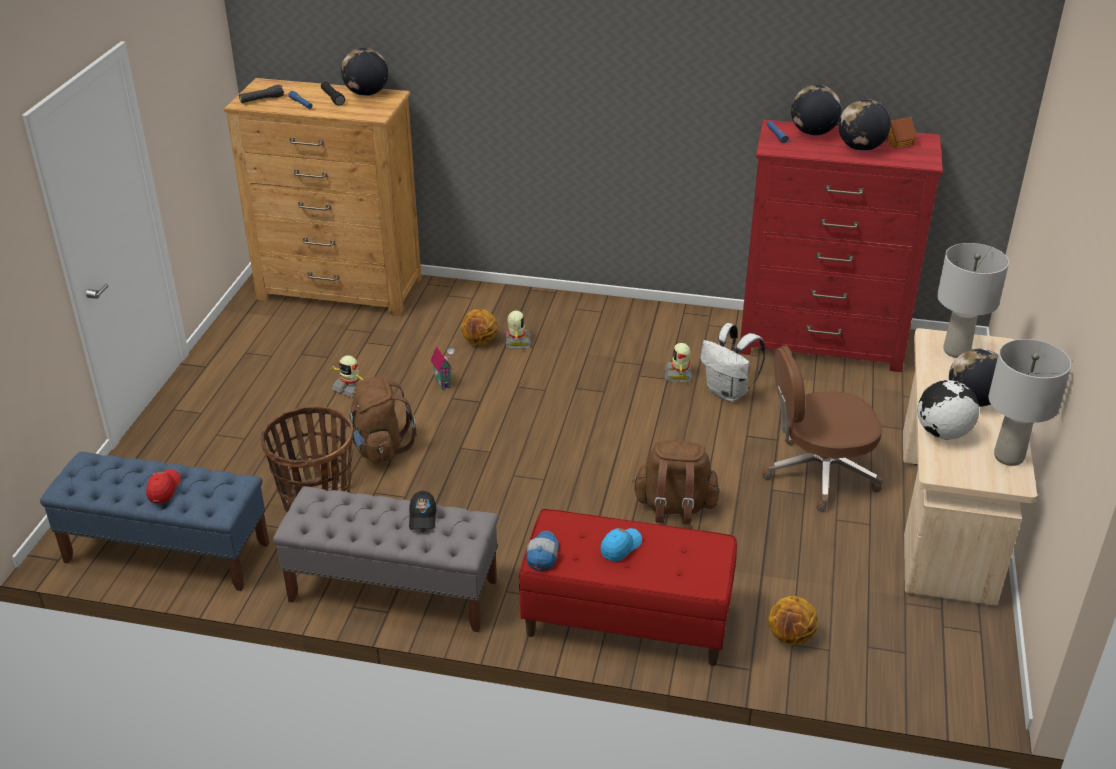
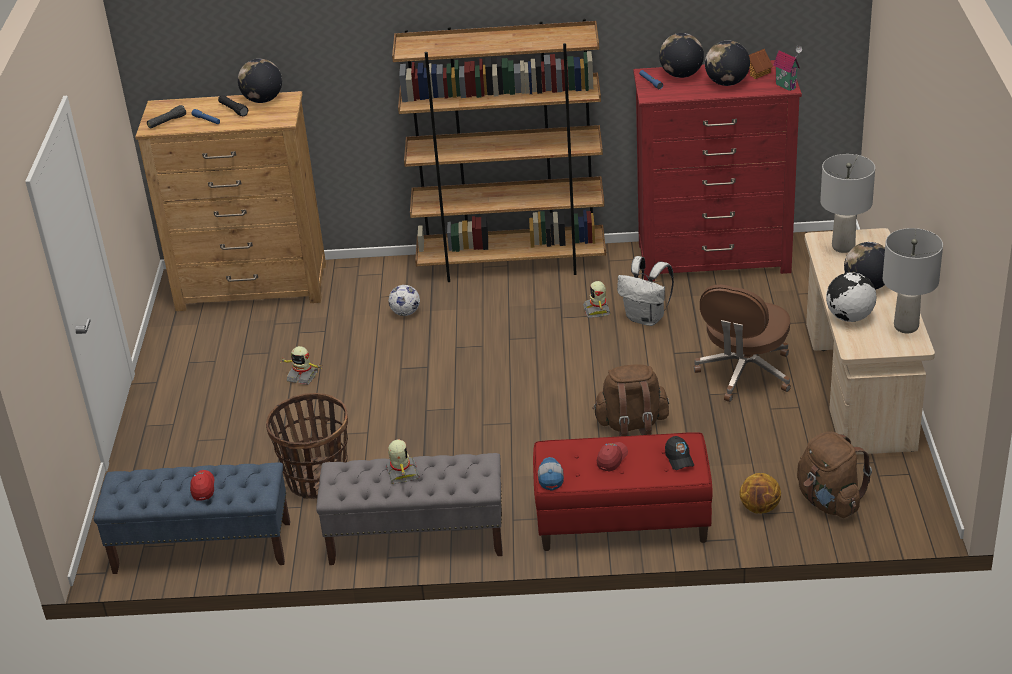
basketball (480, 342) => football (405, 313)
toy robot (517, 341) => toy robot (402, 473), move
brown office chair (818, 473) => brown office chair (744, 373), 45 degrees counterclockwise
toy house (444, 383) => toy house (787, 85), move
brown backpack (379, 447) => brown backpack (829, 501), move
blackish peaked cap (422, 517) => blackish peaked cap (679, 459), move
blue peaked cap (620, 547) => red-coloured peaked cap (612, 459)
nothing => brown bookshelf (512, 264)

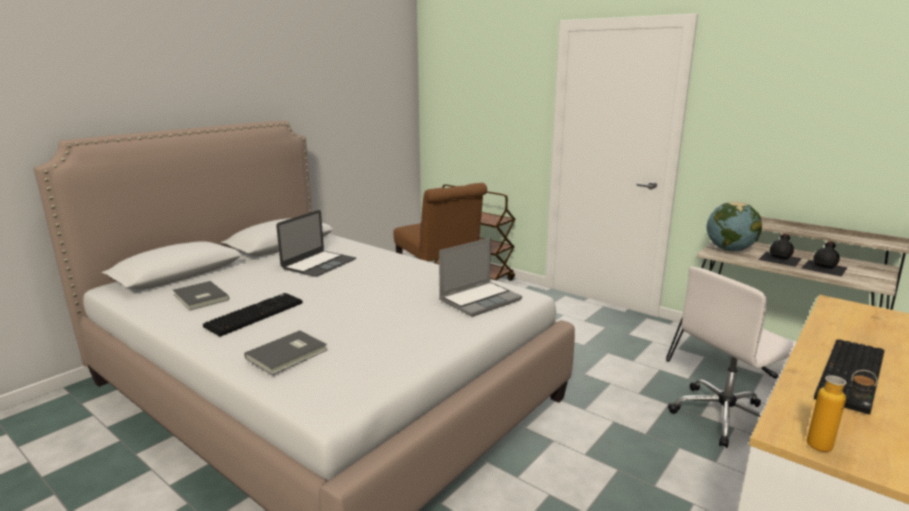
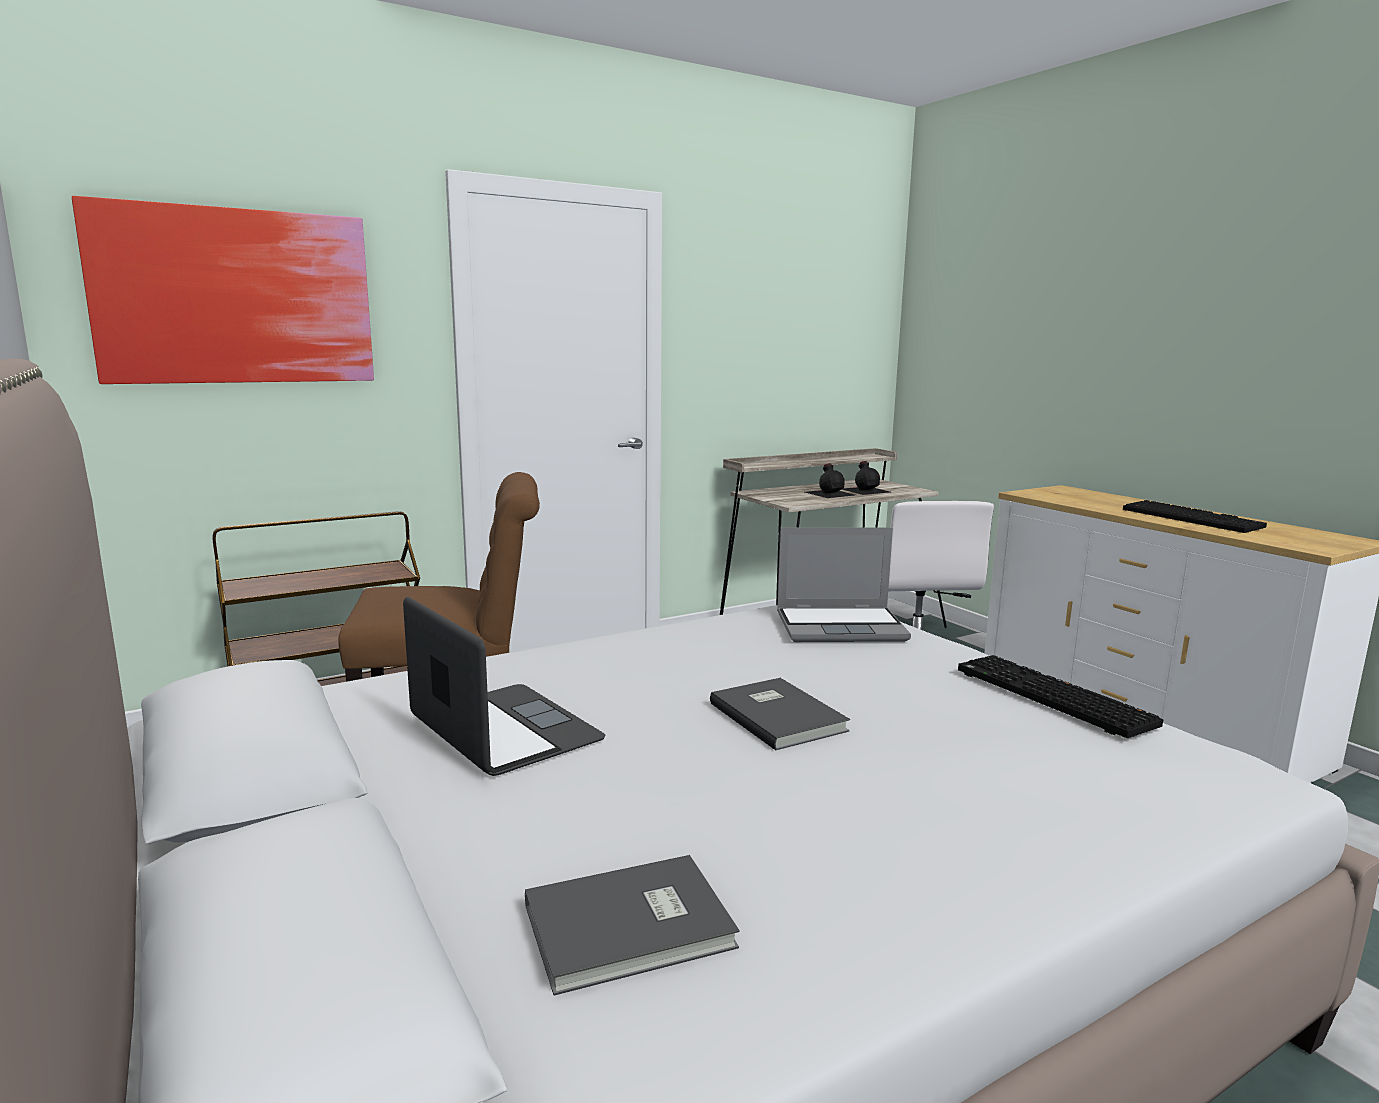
globe (729, 249) => nothing
notebook computer (480, 300) => notebook computer (841, 627), 105 degrees clockwise
computer keyboard (255, 314) => computer keyboard (1048, 697), move
grey volume (289, 354) => grey volume (779, 715), move
bottle (830, 449) => nothing
nothing => wall picture (236, 297)

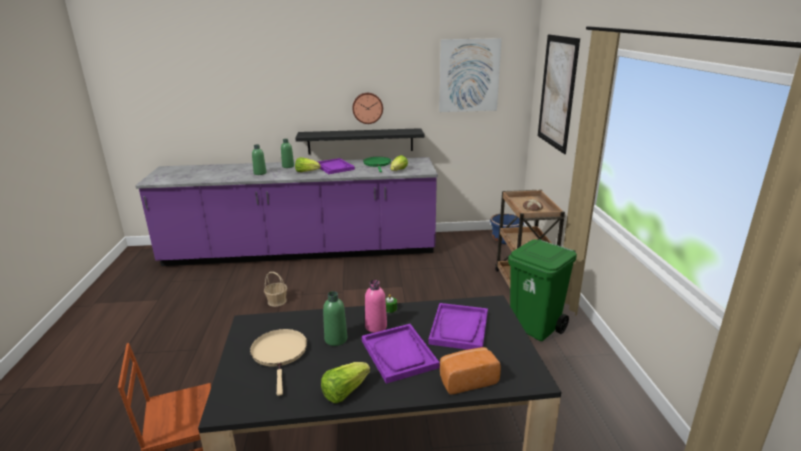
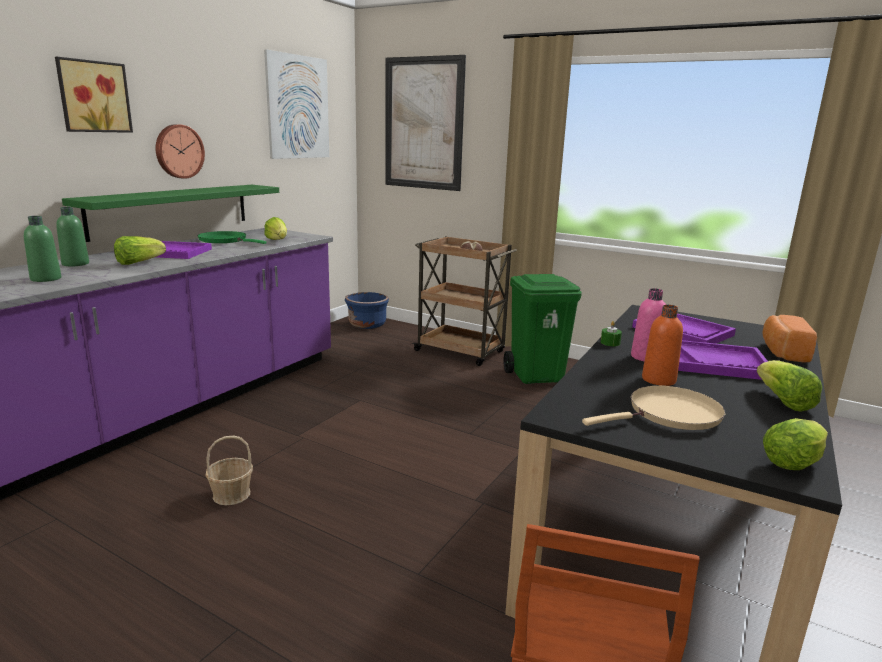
blackish bracket shelf (360, 141) => green bracket shelf (172, 210)
green bottle (336, 339) => orangey bottle (658, 380)
beige skillet (280, 353) => beige skillet (669, 414), 135 degrees clockwise
nothing => wall picture (93, 96)
nothing => head of lettuce (794, 462)

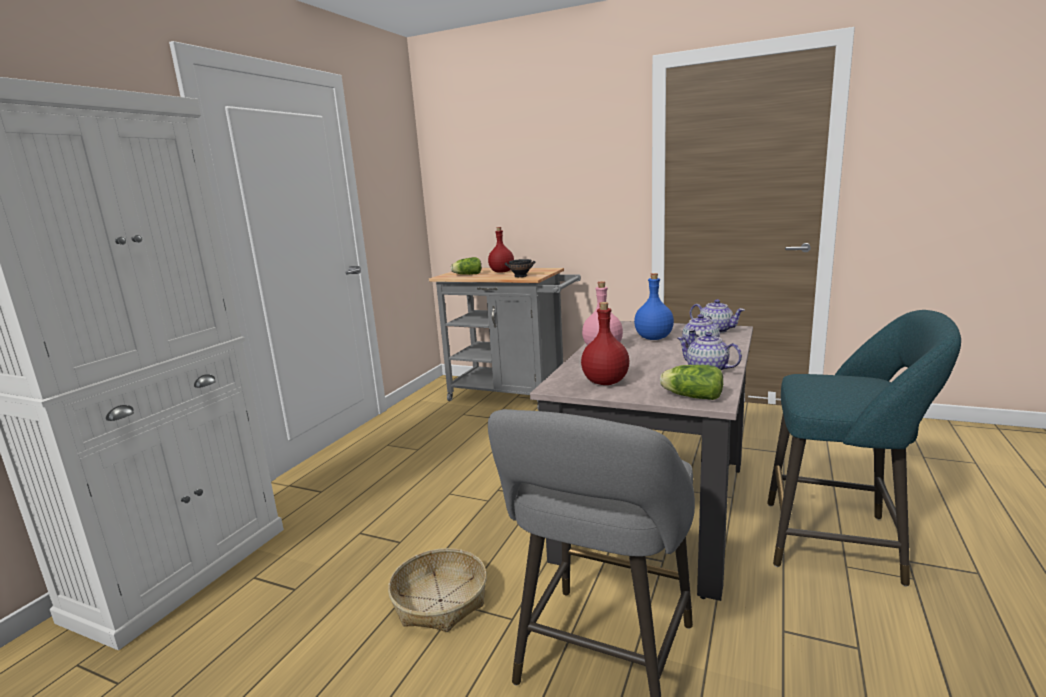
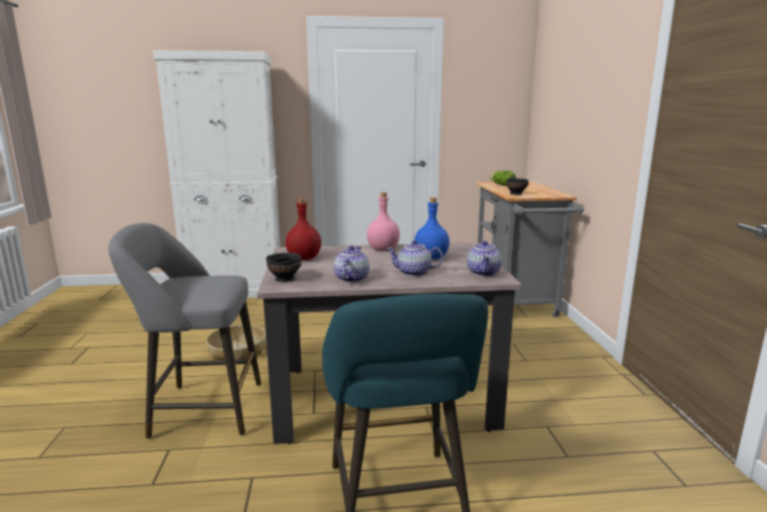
red-coloured bottle (502, 272) => nothing
head of lettuce (690, 396) => blackish serving bowl (284, 279)

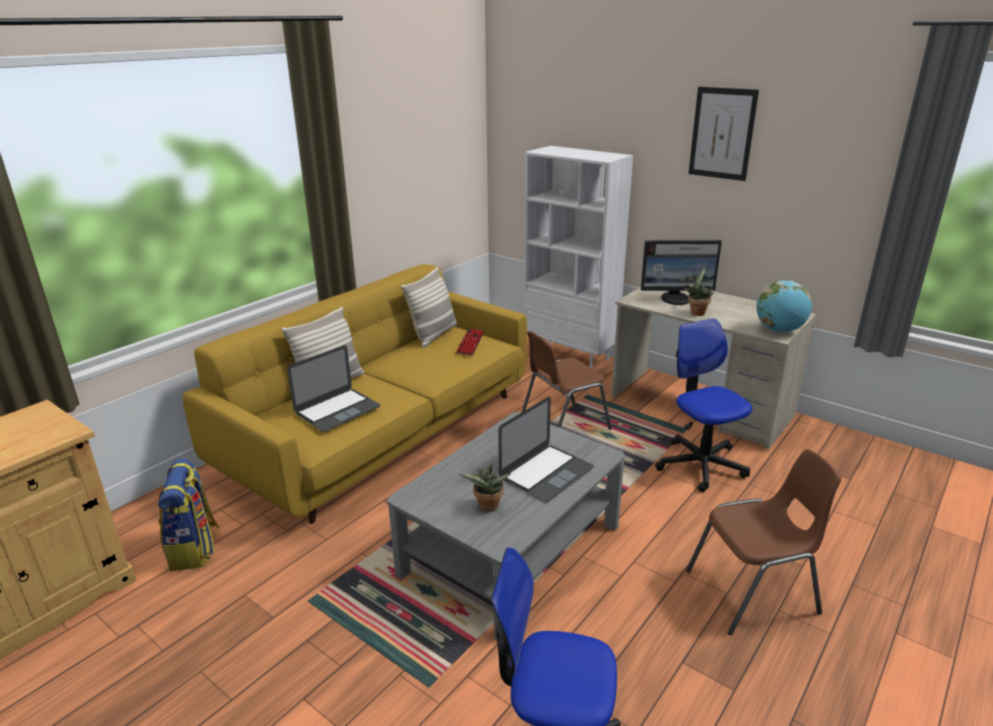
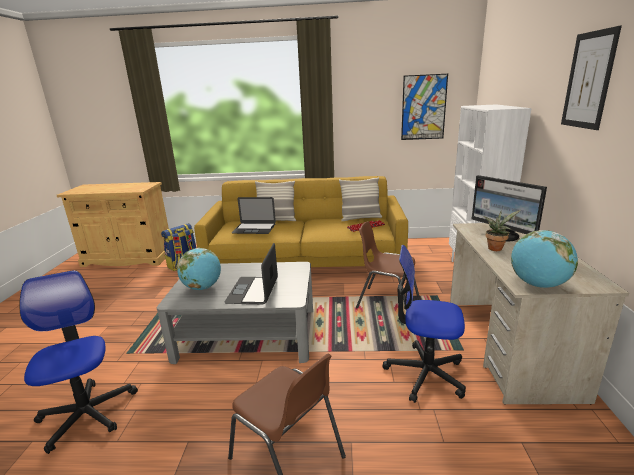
office chair (701, 464) => office chair (425, 373), 105 degrees counterclockwise
notebook computer (546, 472) => notebook computer (253, 290), 90 degrees clockwise
plant in a pot (487, 508) => globe (202, 287)
nothing => wall picture (423, 107)

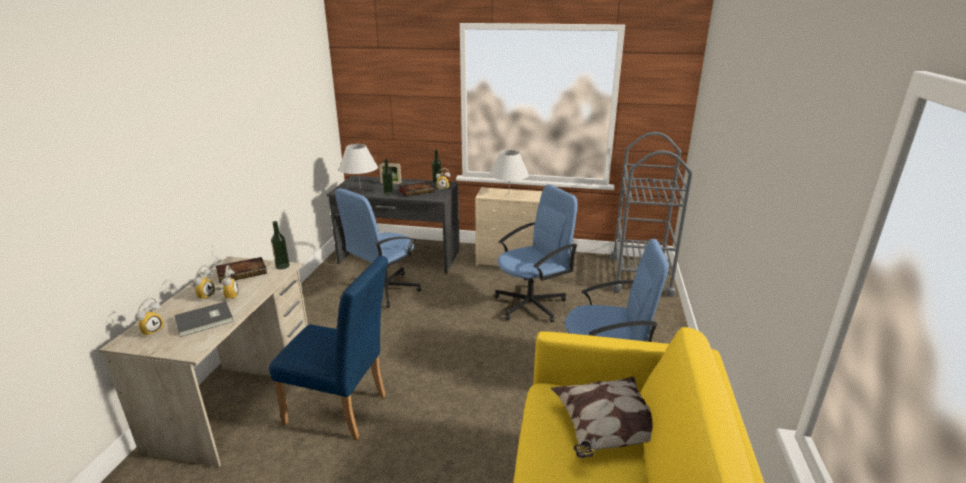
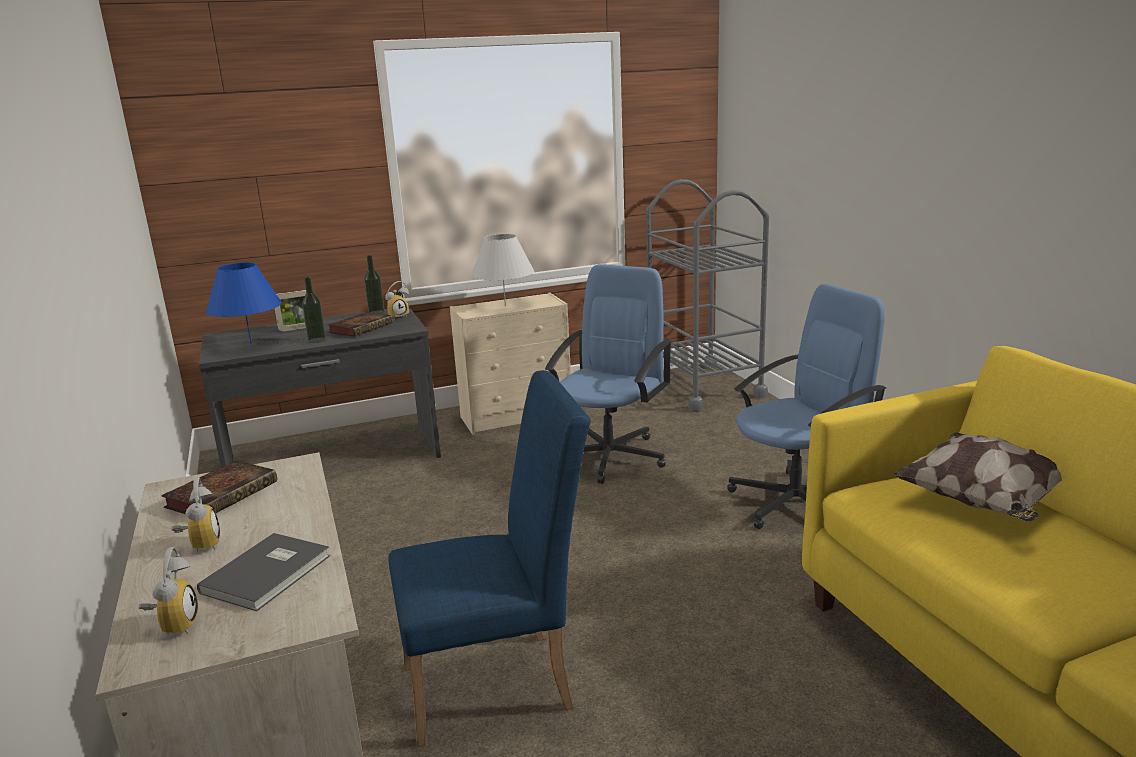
white-coloured tabletop lamp (360, 188) => blue tabletop lamp (251, 344)
blue office chair (384, 290) => nothing
bottle (282, 266) => nothing
bedside clock (229, 296) => nothing

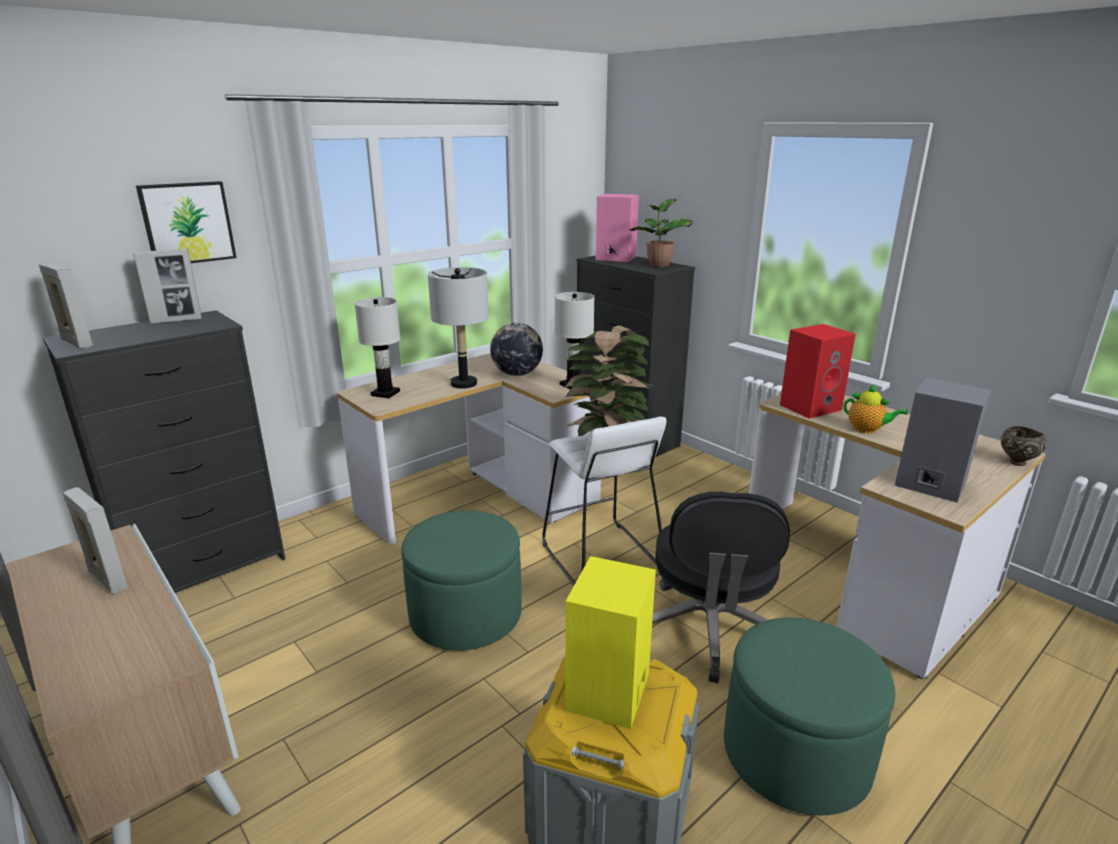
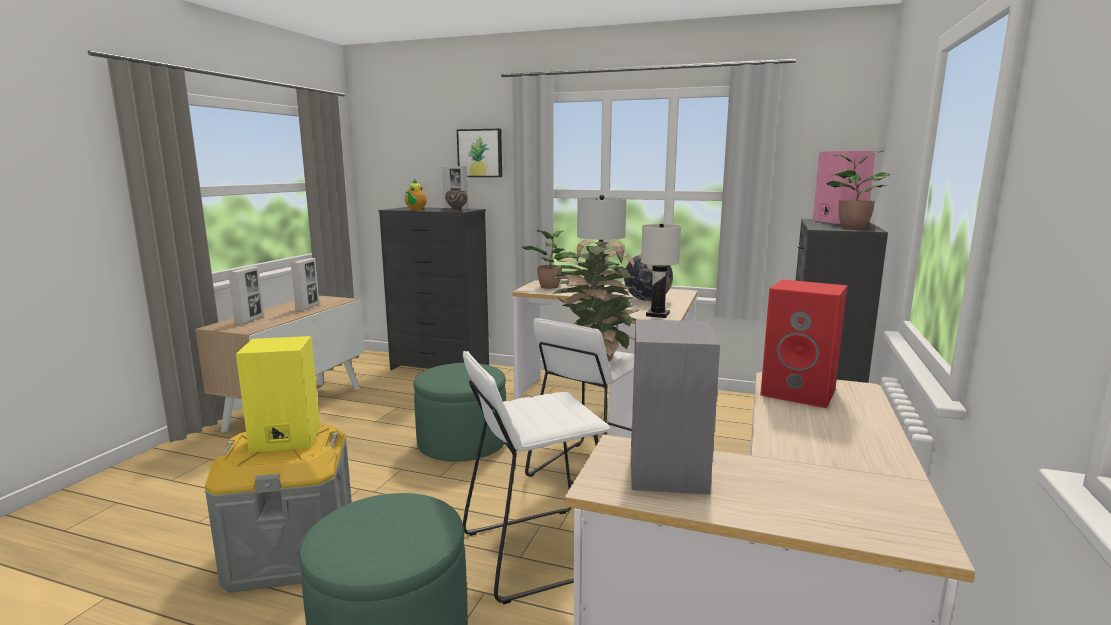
photo frame (77, 343) => photo frame (249, 320), move
white-coloured tabletop lamp (385, 393) => plant in a pot (550, 286)
teapot (867, 430) => teapot (415, 209), move
brown serving bowl (1016, 462) => brown serving bowl (457, 211), move
blackish office chair (709, 630) => white-coloured stool (536, 551)

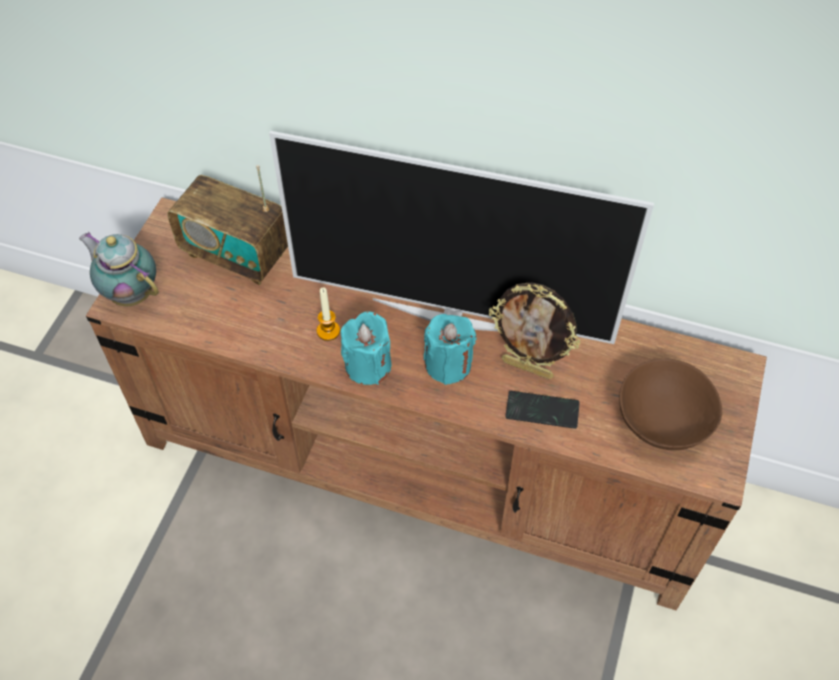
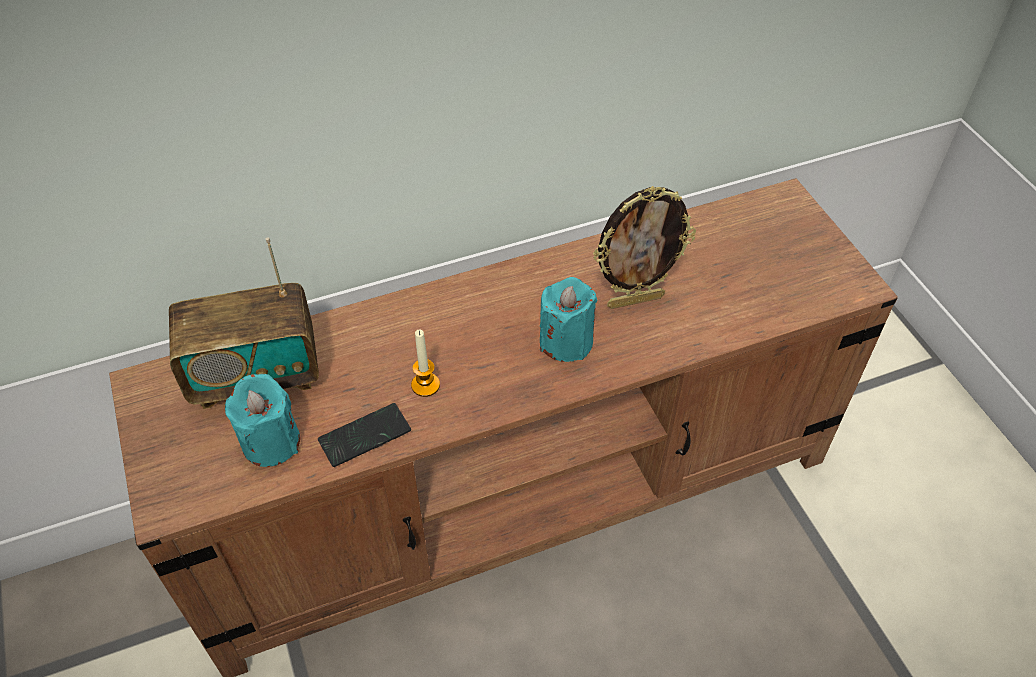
television (453, 314) => nothing
teapot (130, 293) => nothing
turquoise wax candle (368, 365) => turquoise wax candle (271, 442), move
brown serving bowl (661, 421) => nothing
telephone (542, 411) => telephone (365, 436), move

